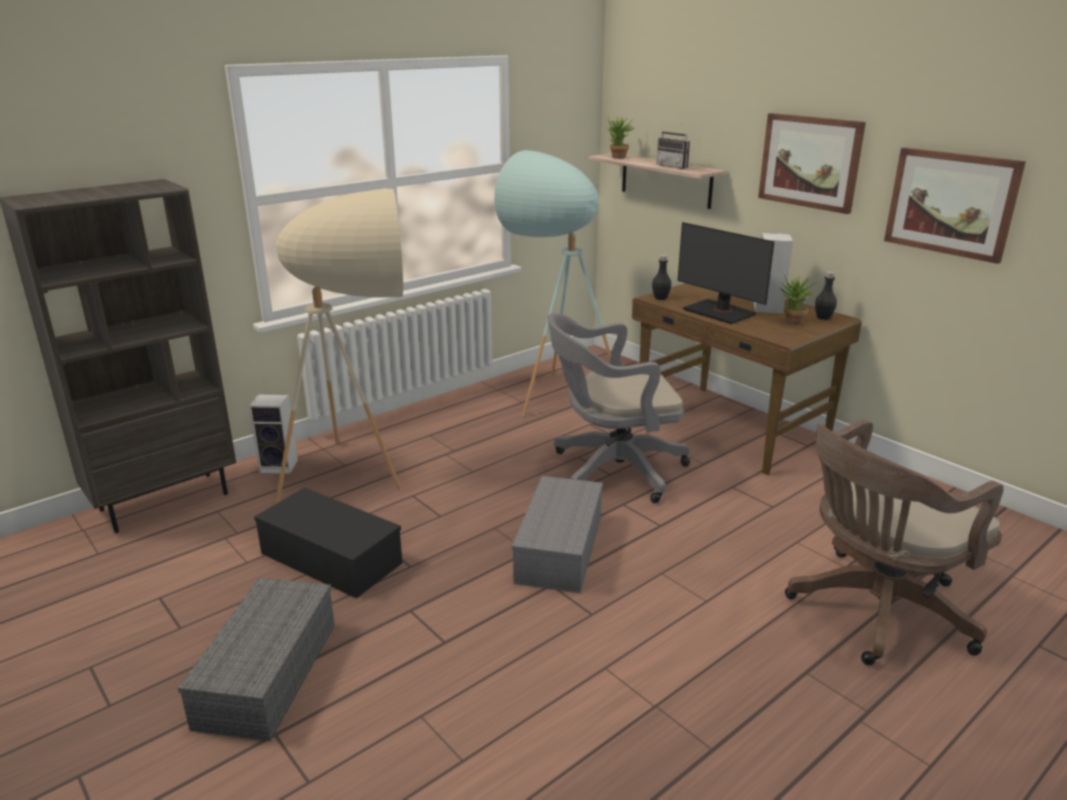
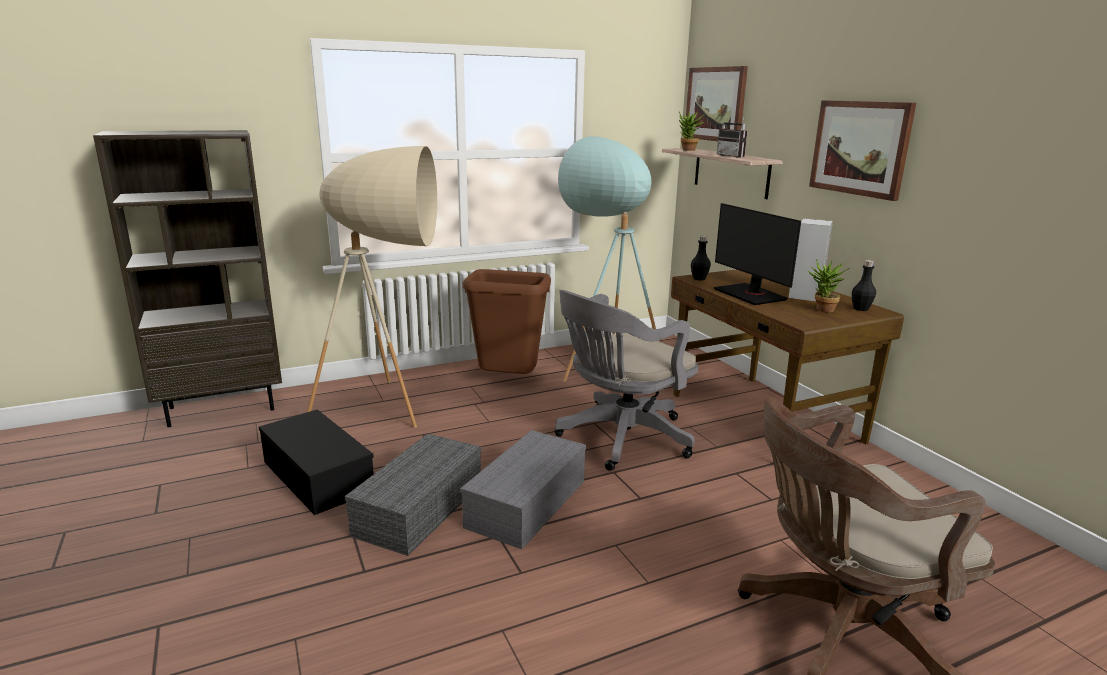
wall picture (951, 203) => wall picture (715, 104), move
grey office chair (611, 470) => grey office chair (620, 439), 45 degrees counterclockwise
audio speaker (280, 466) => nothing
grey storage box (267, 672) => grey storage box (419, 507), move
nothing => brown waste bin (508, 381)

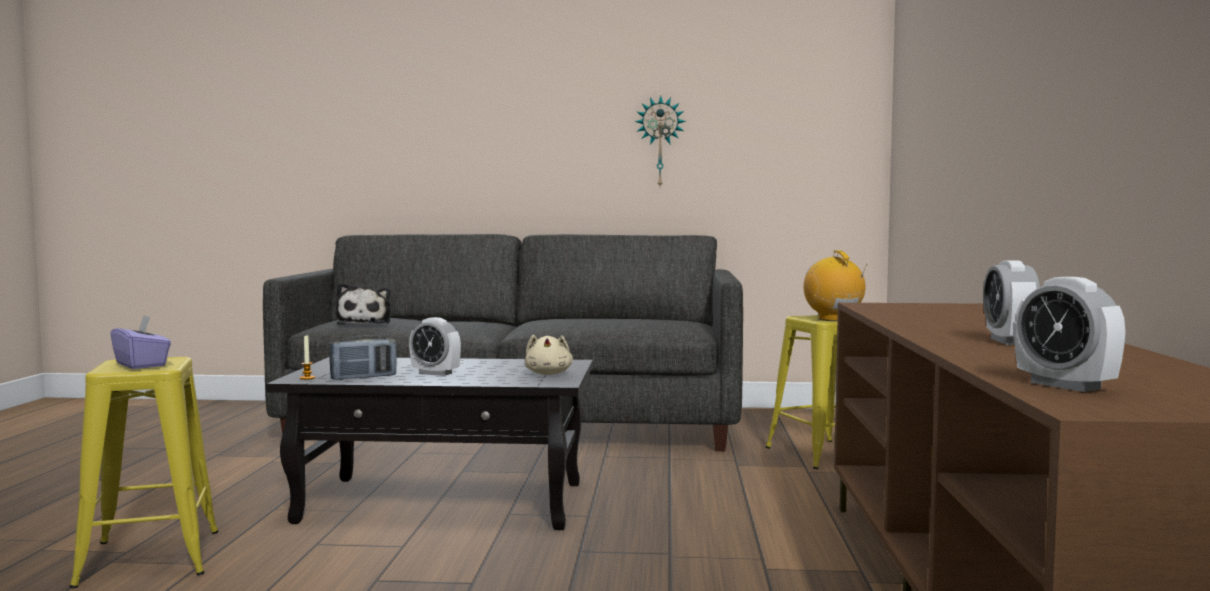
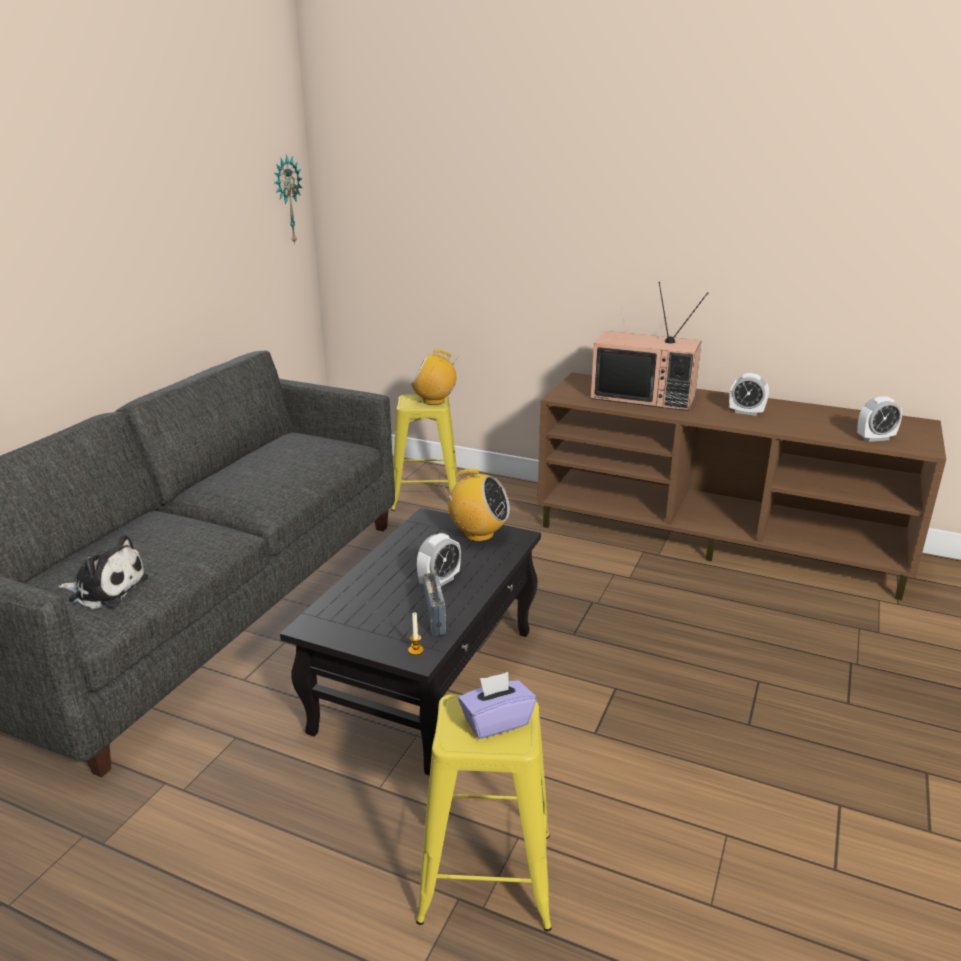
wall clock (660, 142) => wall clock (287, 200), move
beige plush toy (548, 374) => radio receiver (478, 534)
nothing => television (645, 397)

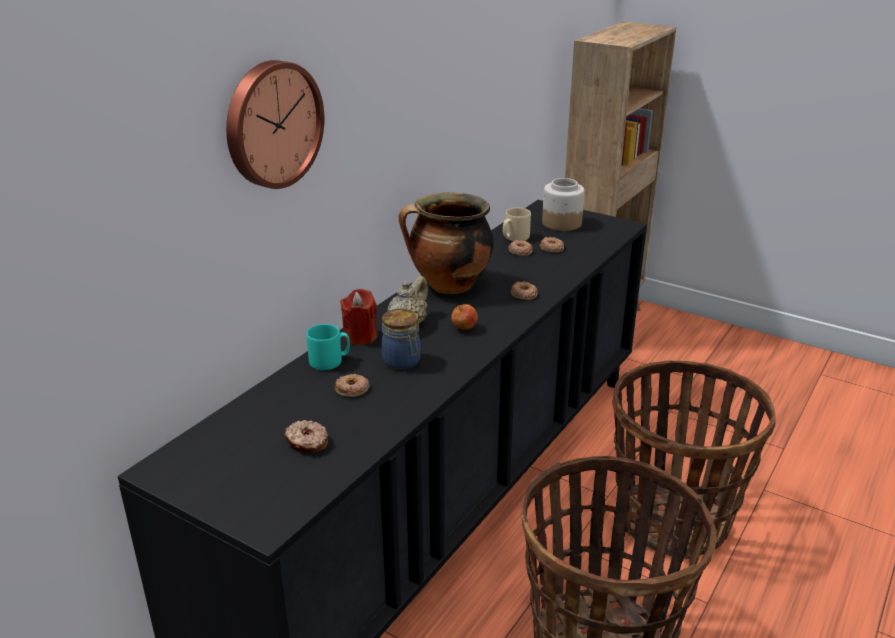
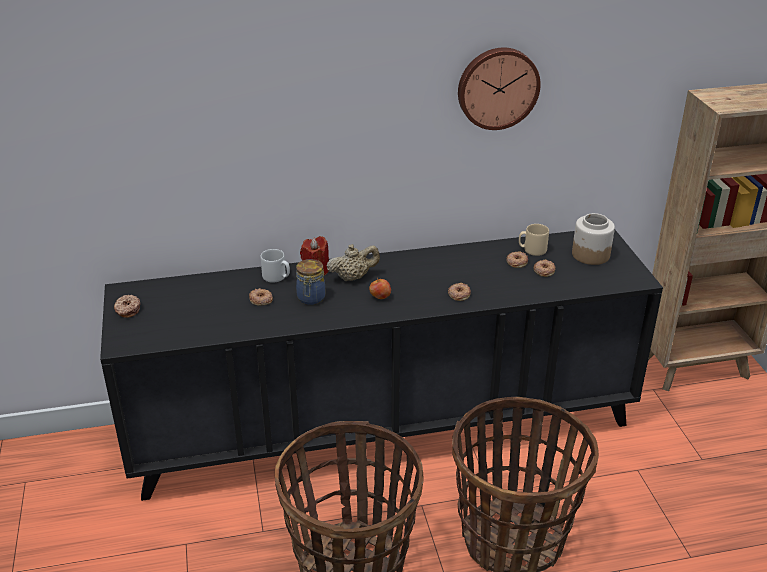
wall clock (272, 124) => wall clock (497, 87), move
cooking pot (448, 286) => nothing
turquoise tea mug (330, 361) => grey tea mug (276, 277)
doughnut (307, 443) => doughnut (127, 310), move

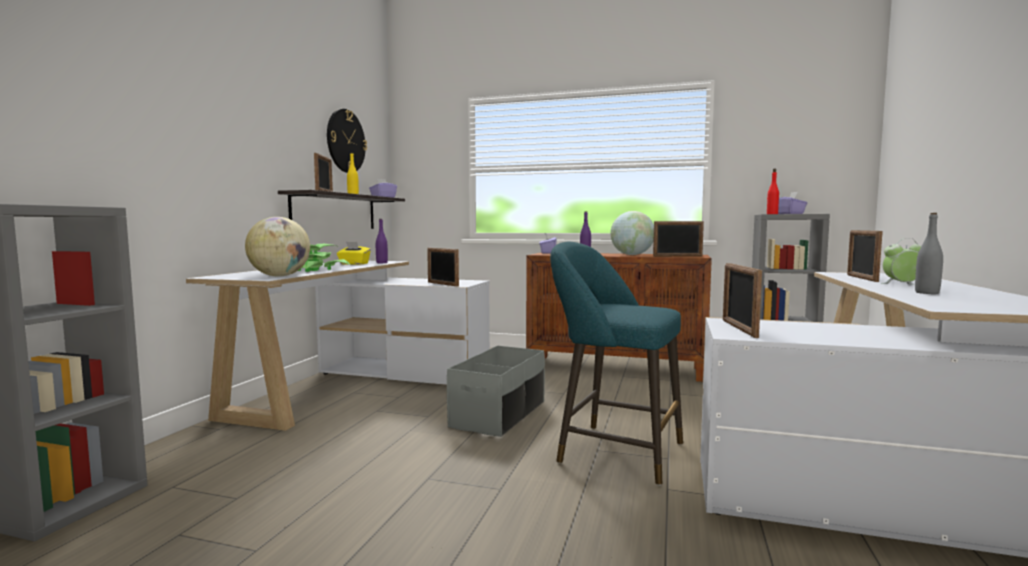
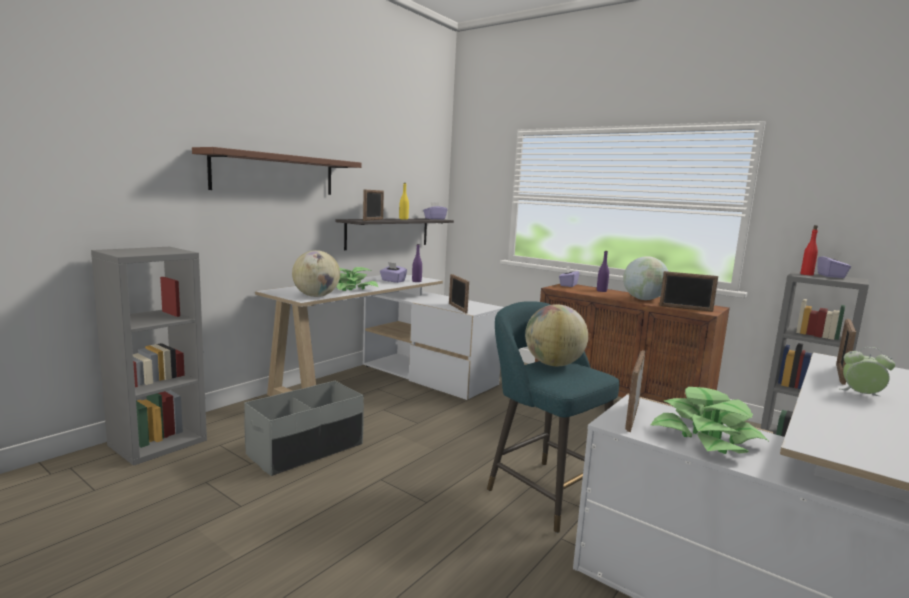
wall clock (345, 141) => nothing
grey bottle (927, 293) => nothing
yellow-coloured box of tissues (354, 264) => purple-coloured box of tissues (393, 281)
grey storage box (499, 414) => grey storage box (306, 449), move
nothing => brown bracket shelf (275, 174)
nothing => globe (553, 364)
nothing => plant in a pot (706, 438)

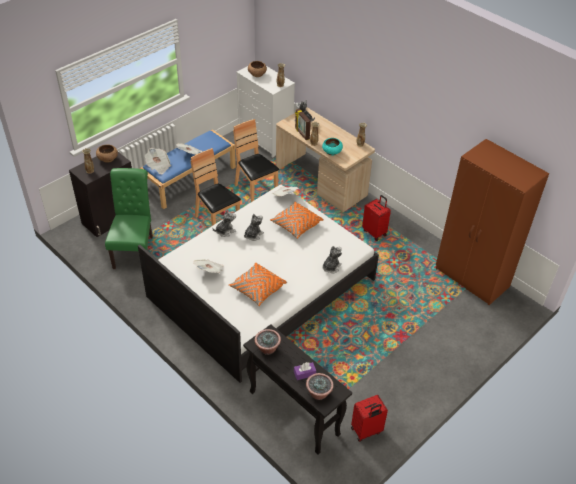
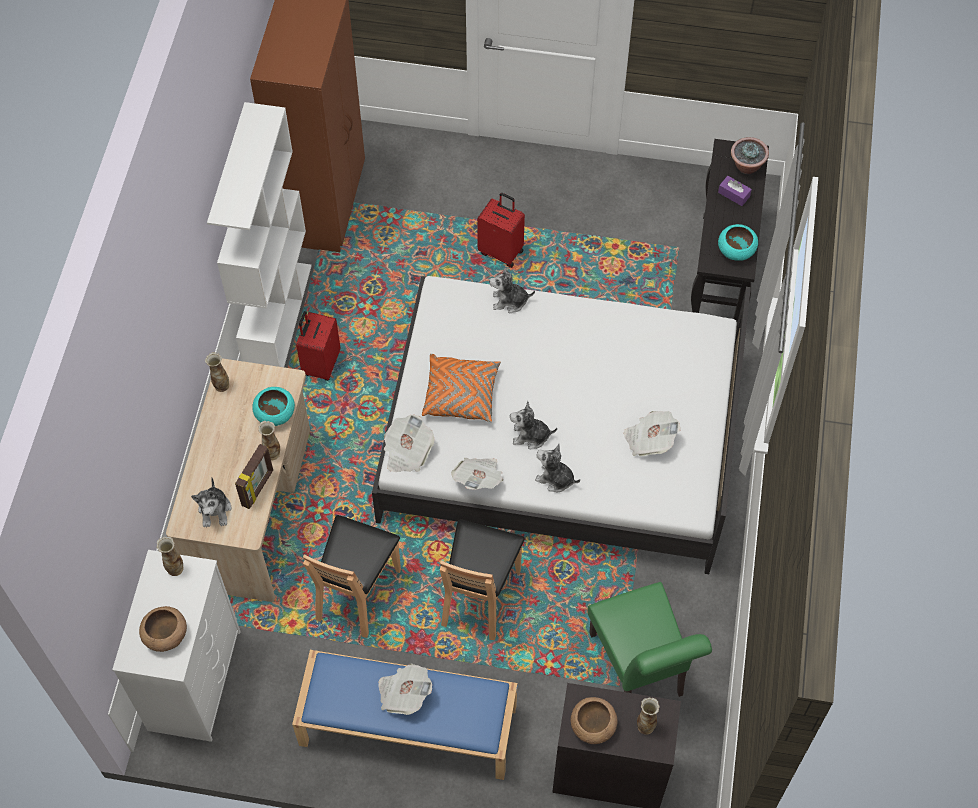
newspaper (158, 166) => newspaper (479, 479), move
green upright chair (134, 250) => green upright chair (640, 670), 75 degrees counterclockwise
orangey throw pillow (257, 289) => nothing
plant in a pot (267, 349) => turquoise serving bowl (736, 250)
red-coloured travel case (366, 431) => red-coloured travel case (501, 251), move
nothing => white-coloured bookshelf (278, 317)

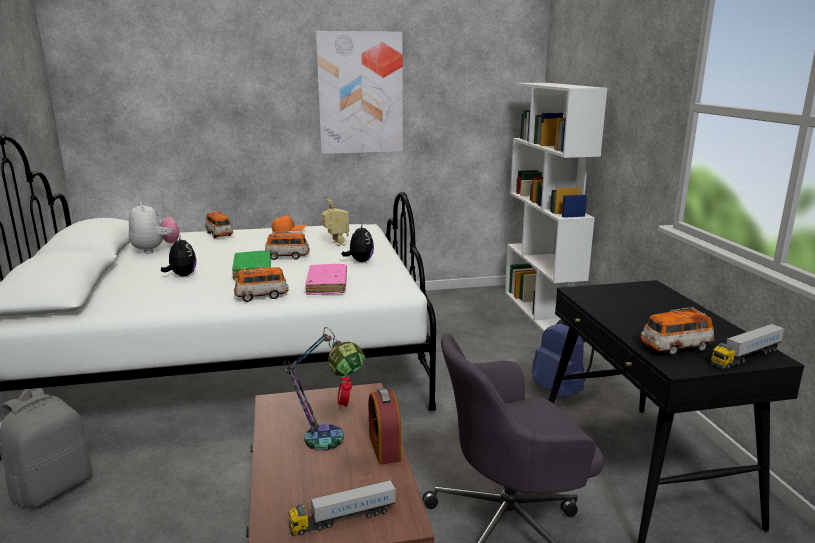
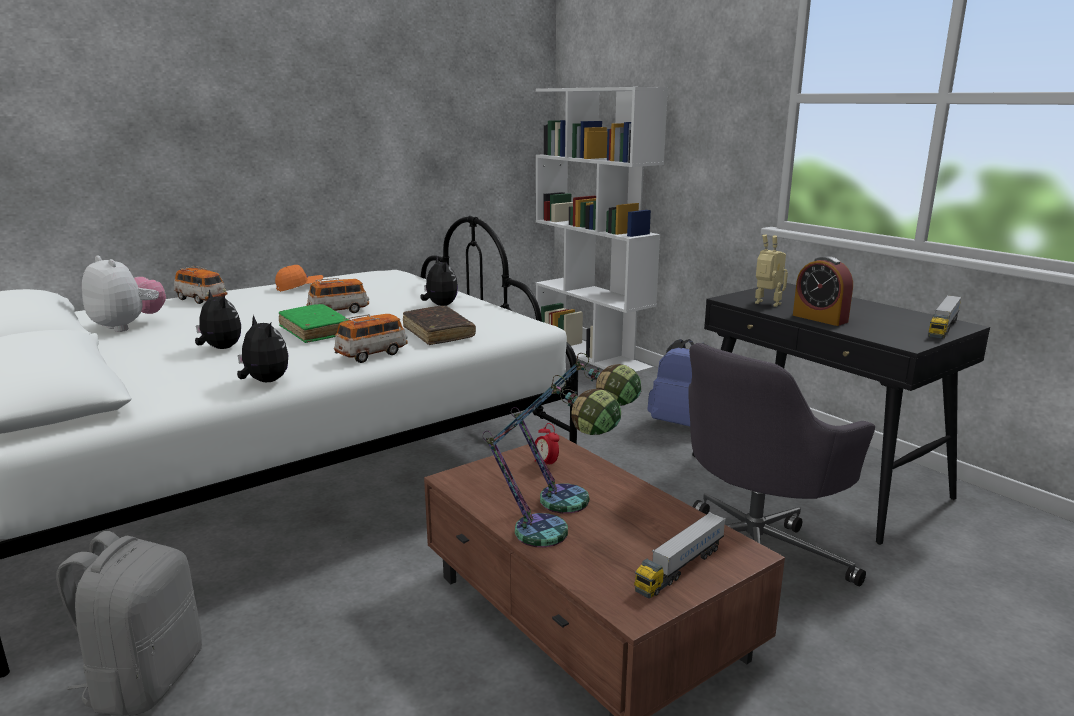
wall picture (360, 93) => nothing
toy robot (336, 244) => toy robot (766, 304), move
pinkish volume (327, 285) => brown volume (438, 333)
toy car (675, 348) => nothing
bedside clock (384, 448) => bedside clock (820, 318), move
nothing => plush toy (264, 381)
nothing => tabletop lamp (555, 537)

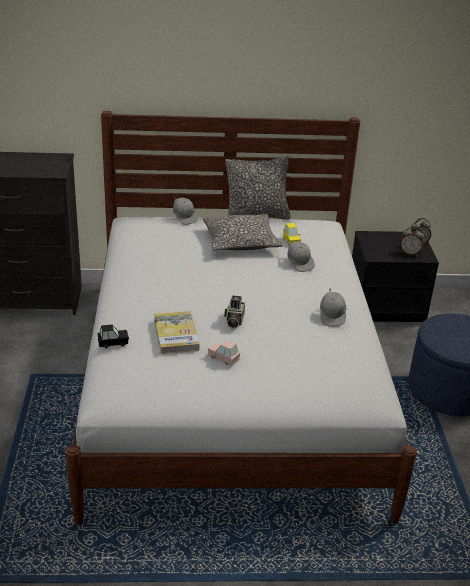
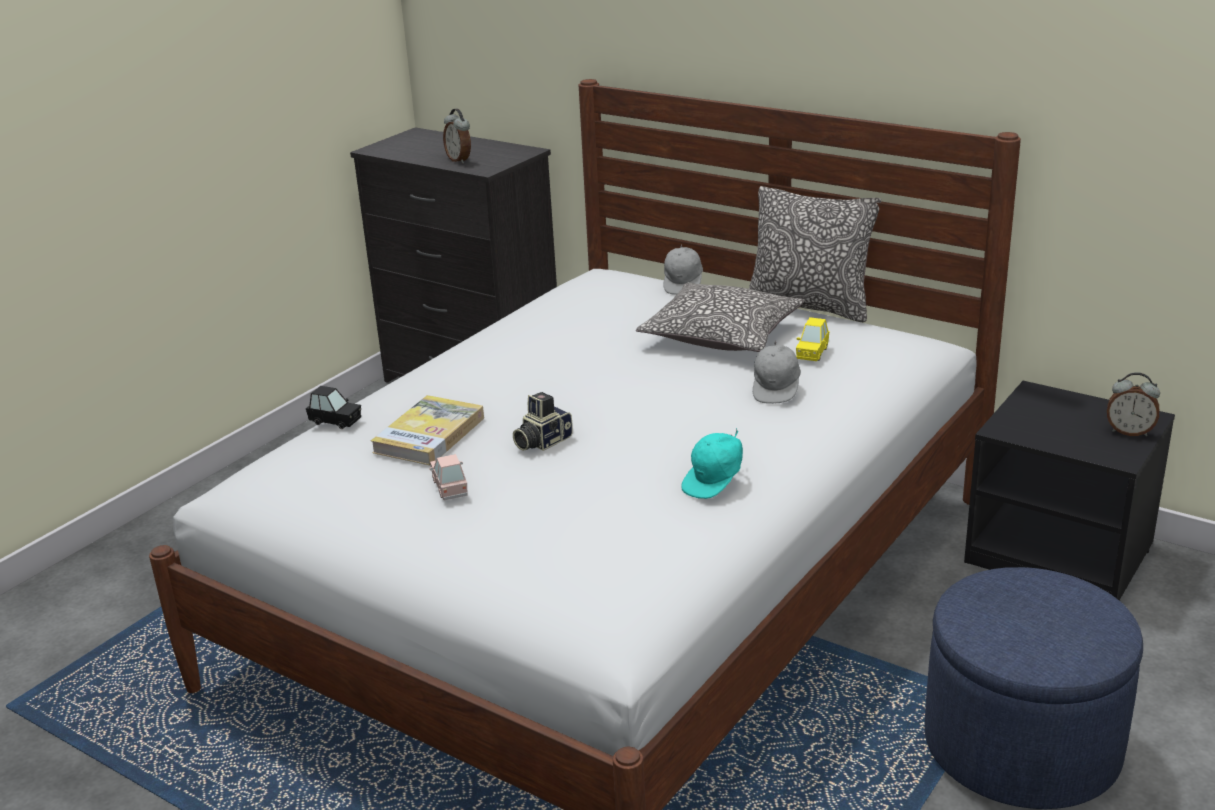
bedside clock (410, 253) => bedside clock (460, 160), move
grey peaked cap (332, 316) => turquoise peaked cap (715, 482)

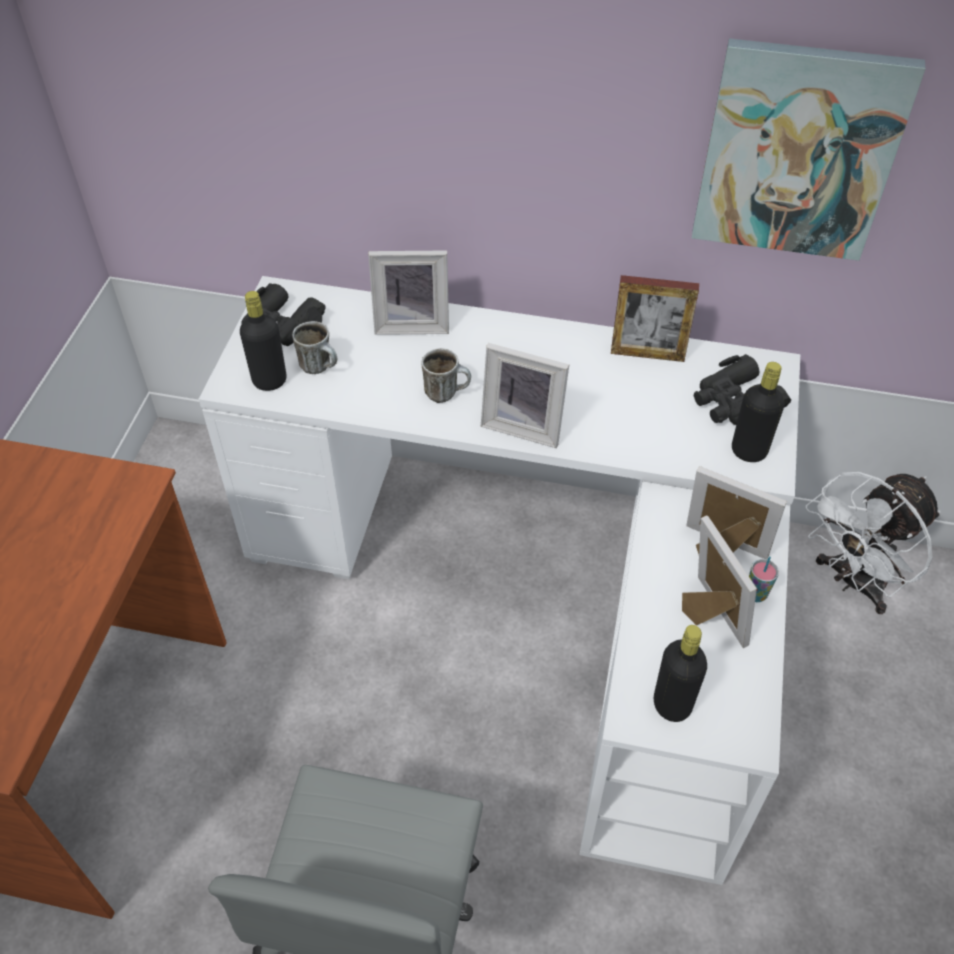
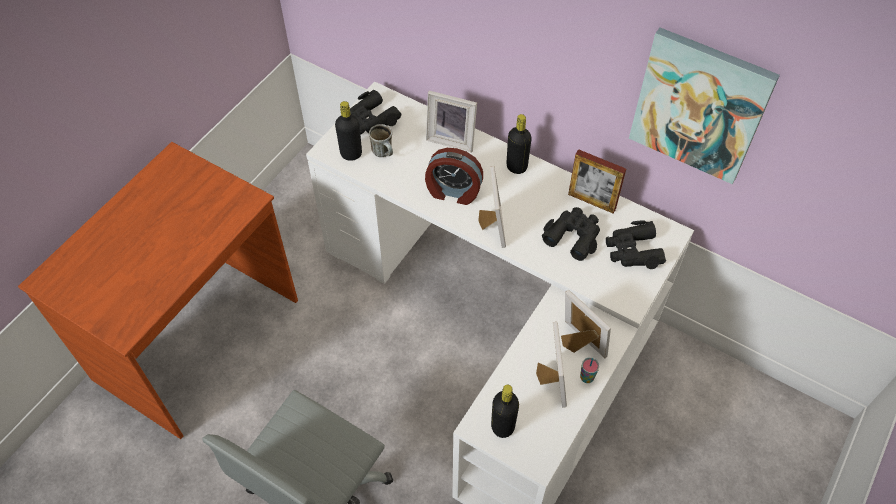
photo frame (524, 425) => photo frame (491, 227), 135 degrees counterclockwise
tea mug (447, 393) => bedside clock (453, 192)
blackish bottle (748, 451) => blackish bottle (516, 166), move
white-coloured fan (853, 582) => nothing
nothing => blackish binoculars (573, 236)

